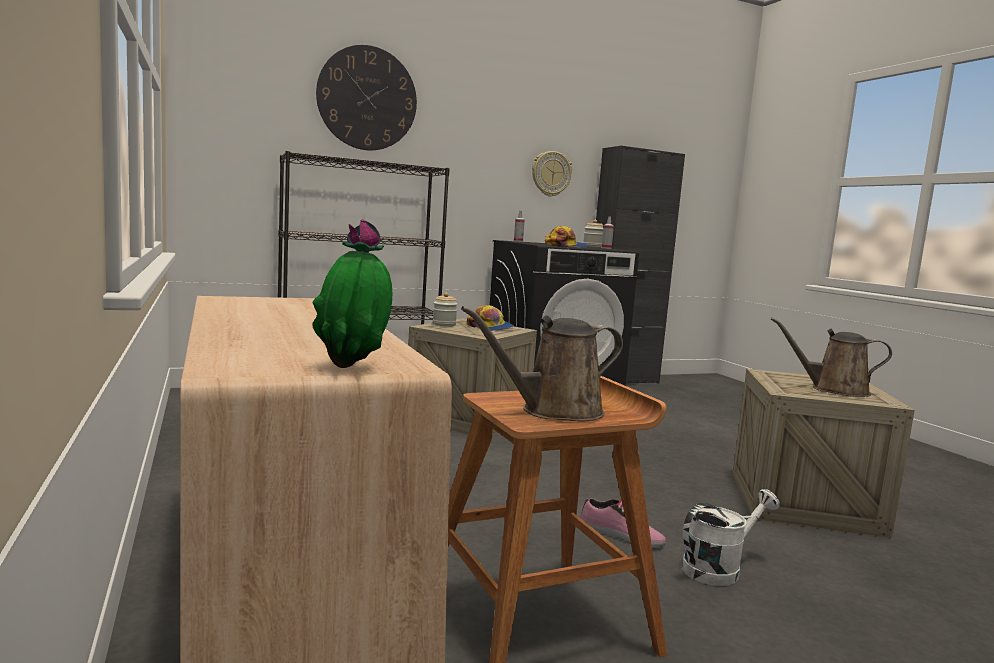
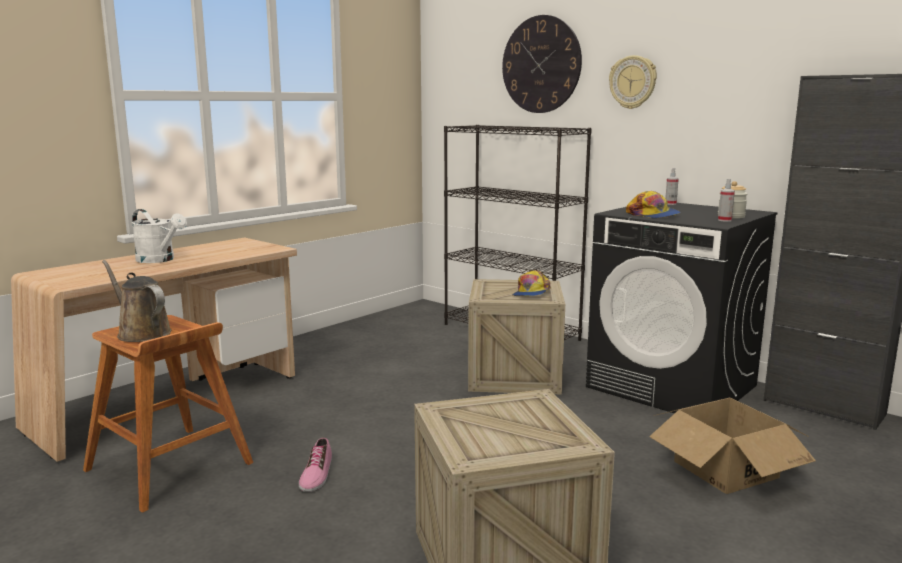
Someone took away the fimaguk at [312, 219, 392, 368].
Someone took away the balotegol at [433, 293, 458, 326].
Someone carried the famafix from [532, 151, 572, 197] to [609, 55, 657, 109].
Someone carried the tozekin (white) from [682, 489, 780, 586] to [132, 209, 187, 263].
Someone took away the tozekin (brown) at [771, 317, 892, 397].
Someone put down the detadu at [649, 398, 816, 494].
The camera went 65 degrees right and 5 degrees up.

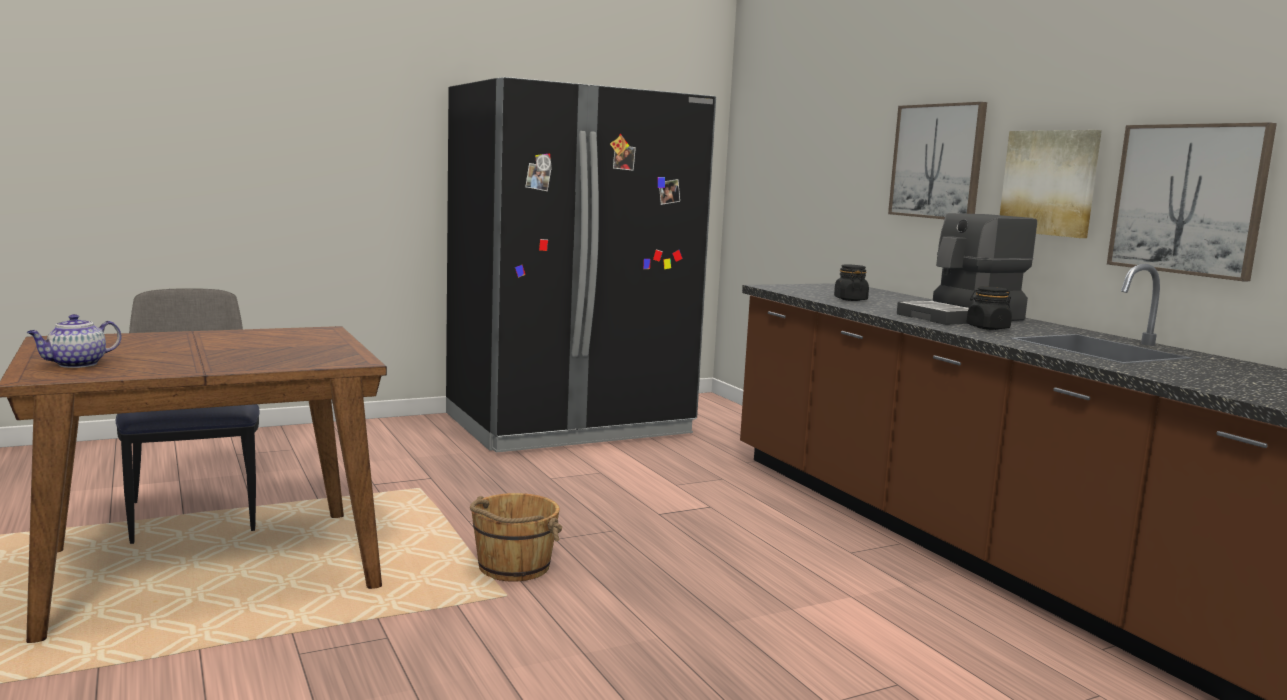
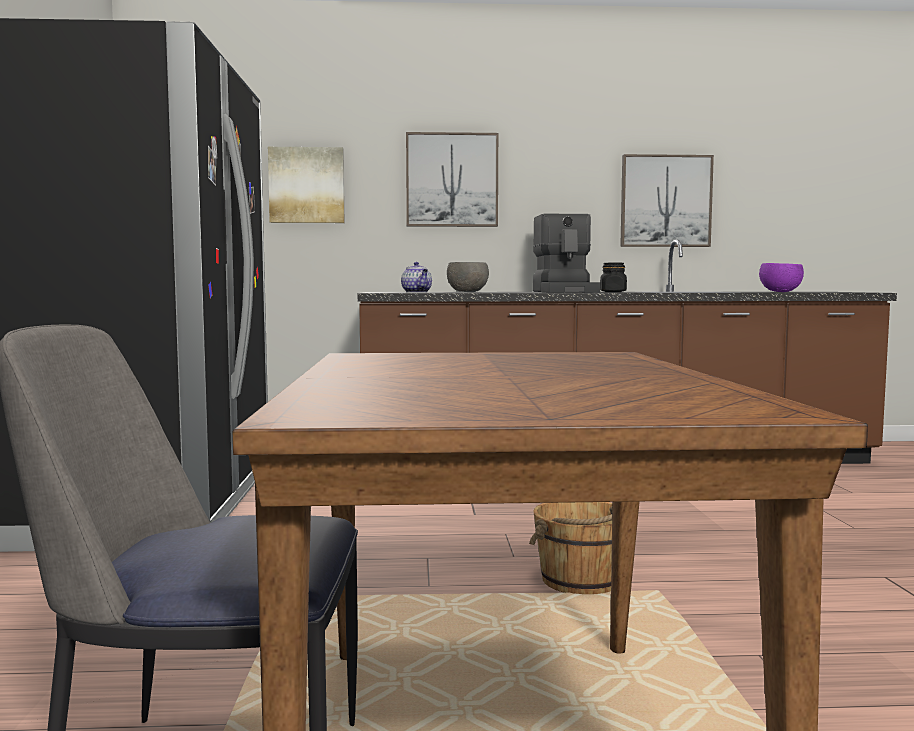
Someone carried the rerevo from [27, 314, 122, 368] to [401, 262, 432, 293].
Someone swapped the balotegol (black) at [834, 265, 869, 301] for the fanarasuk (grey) at [447, 262, 489, 292].
Someone carried the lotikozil from [1000, 130, 1102, 238] to [268, 147, 345, 223].
Someone put down the fanarasuk (purple) at [759, 263, 804, 292].
The camera went 65 degrees left and 5 degrees down.

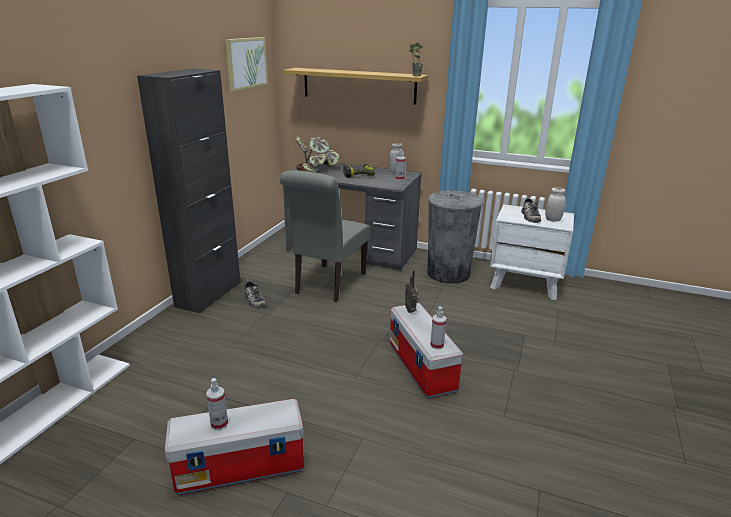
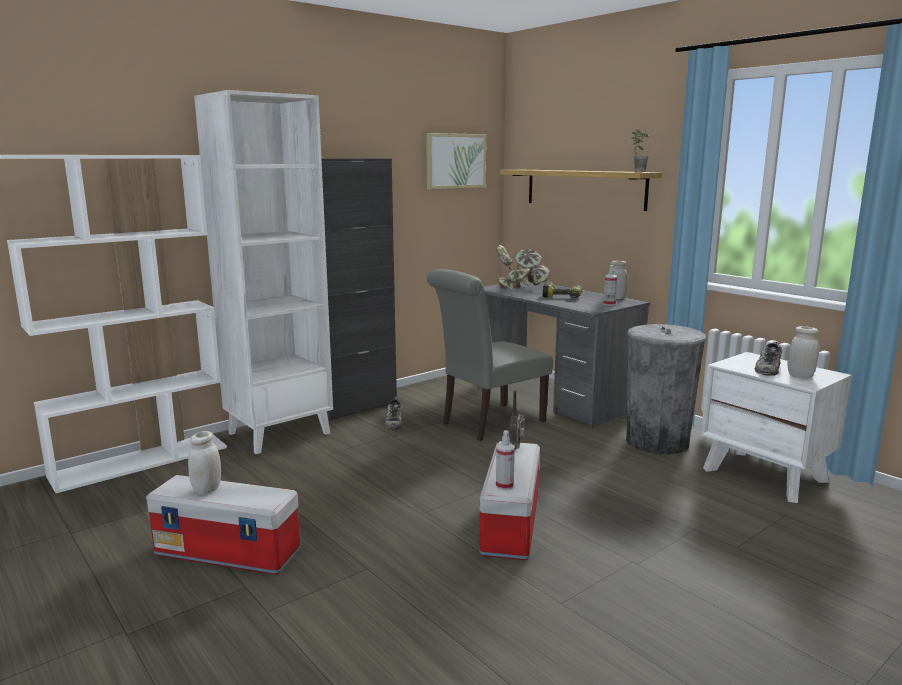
Someone swapped the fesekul at [206, 378, 228, 430] for the balotegol (white) at [188, 431, 221, 495].
Someone put down the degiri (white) at [194, 90, 333, 454].
The camera went 30 degrees right and 10 degrees down.

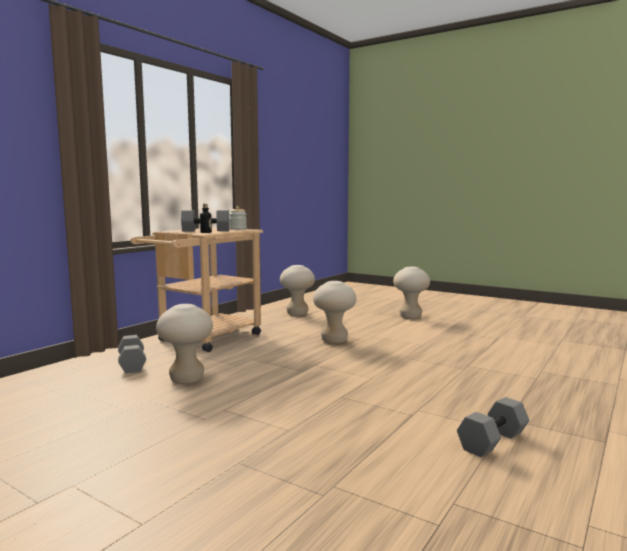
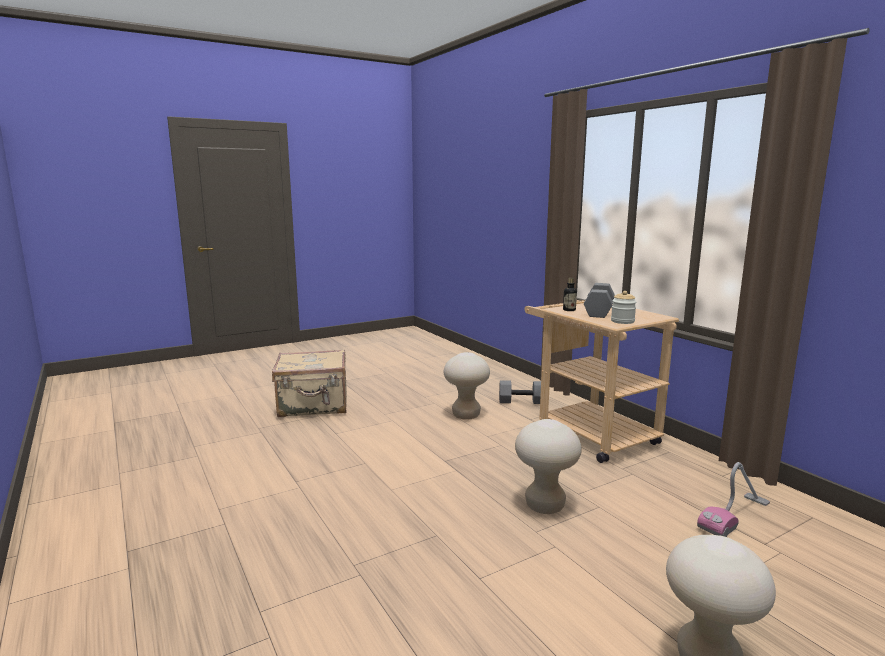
Someone swapped the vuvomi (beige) at [280, 265, 315, 316] for the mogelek at [697, 462, 770, 537].
Someone took away the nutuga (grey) at [457, 397, 529, 457].
Someone put down the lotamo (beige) at [272, 350, 347, 417].
The camera went 115 degrees right and 5 degrees up.

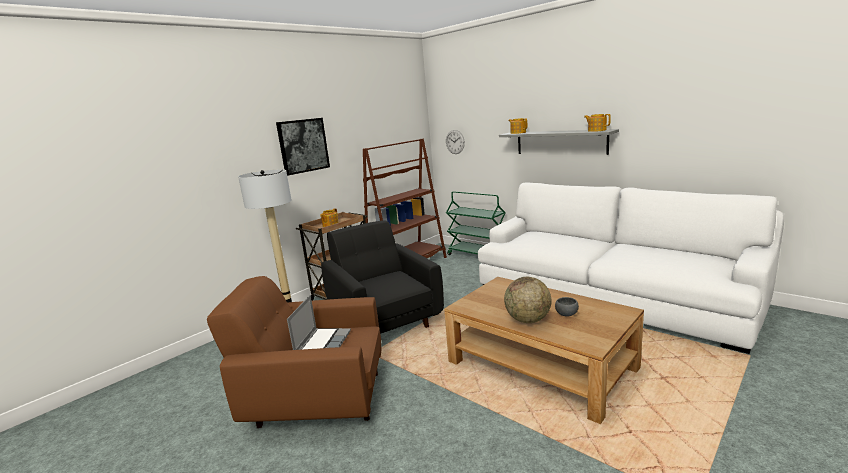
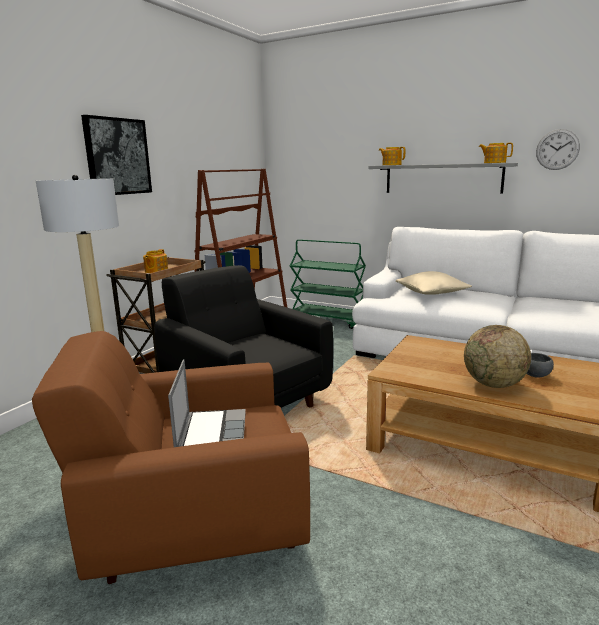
Someone carried the famafix from [446, 130, 465, 154] to [536, 129, 580, 170].
Someone put down the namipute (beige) at [396, 271, 472, 295].
The camera went 15 degrees left and 0 degrees up.

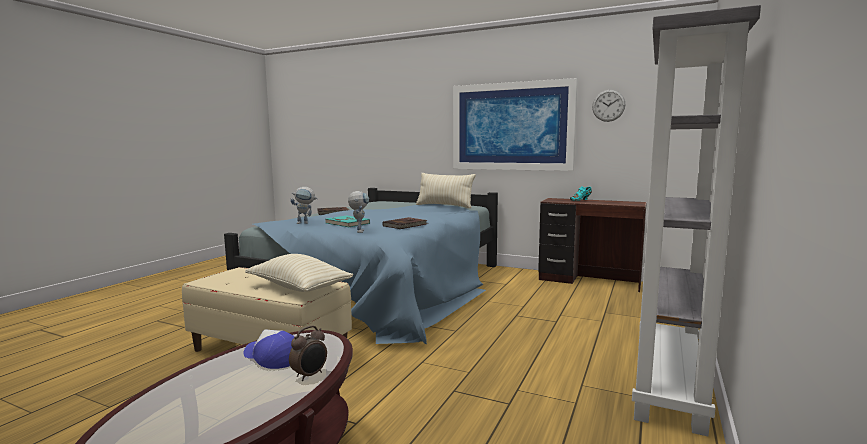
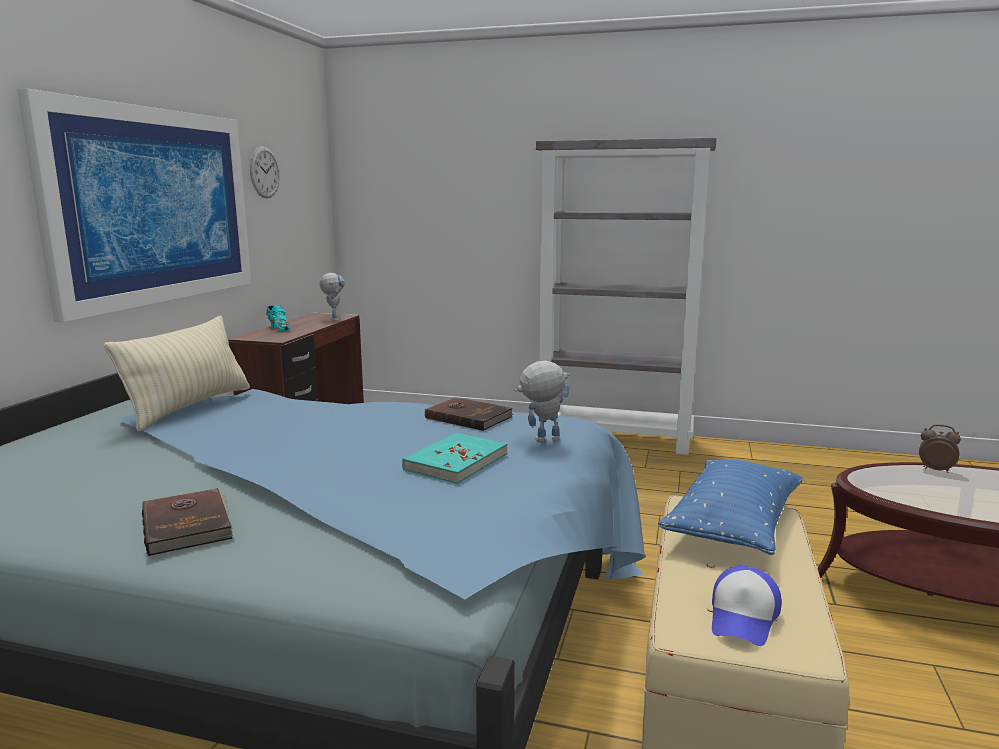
Someone carried the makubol from [243, 329, 295, 369] to [712, 566, 782, 646].
Someone repainted the namipute (beige) at [245, 254, 353, 292], which became the namipute (blue) at [658, 459, 803, 555].
Someone carried the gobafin from [290, 187, 318, 224] to [320, 273, 345, 321].
The camera went 100 degrees left and 5 degrees up.

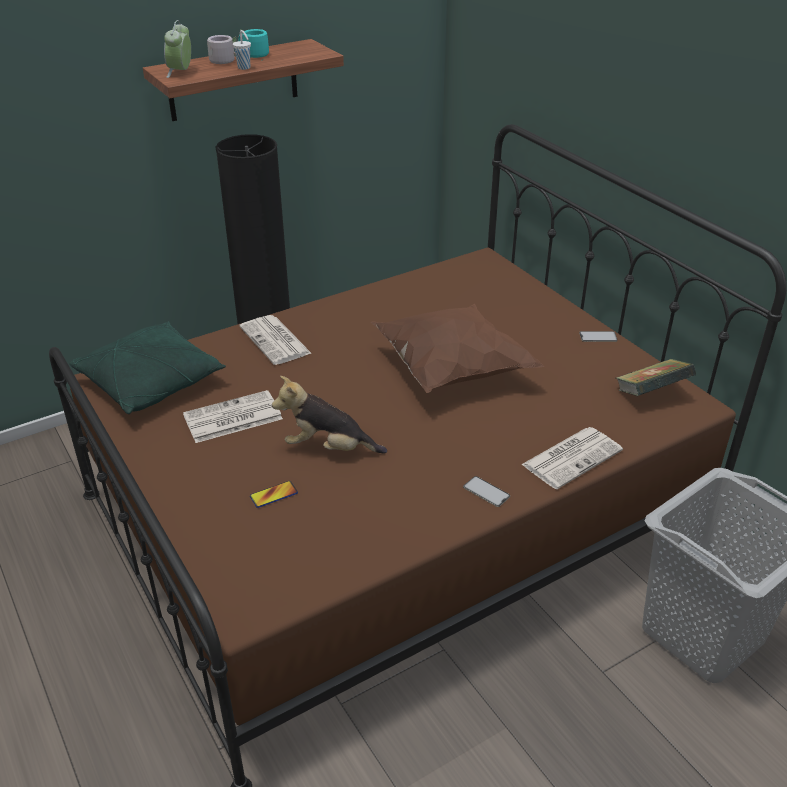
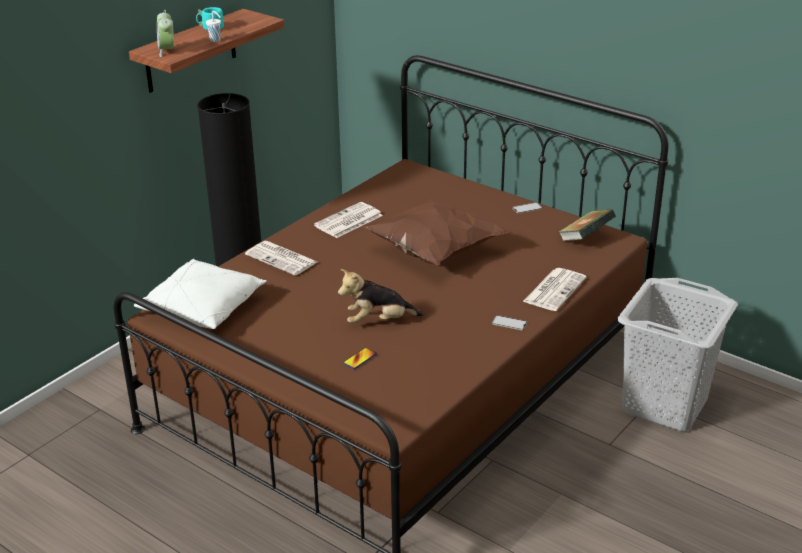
Someone repainted the namipute (green) at [70, 321, 226, 414], which became the namipute (white) at [134, 259, 267, 329].
Someone carried the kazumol from [183, 390, 283, 443] to [314, 202, 383, 238].
Someone took away the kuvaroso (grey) at [207, 35, 237, 64].
The camera went 20 degrees left and 5 degrees down.

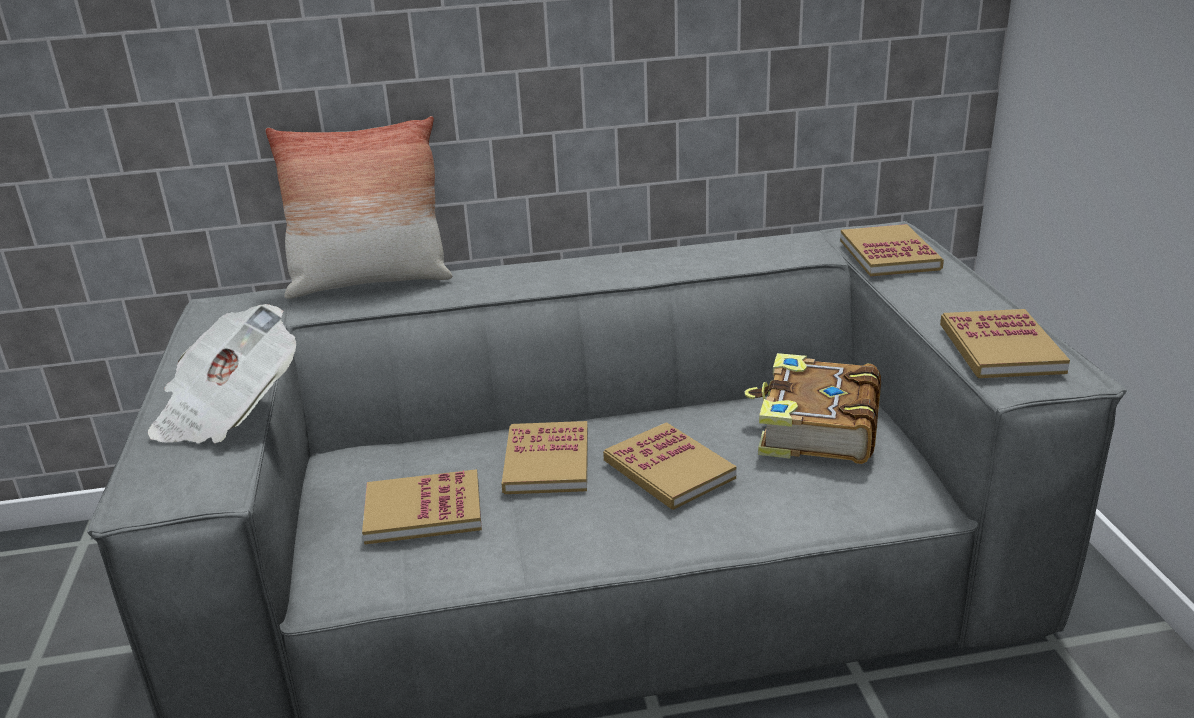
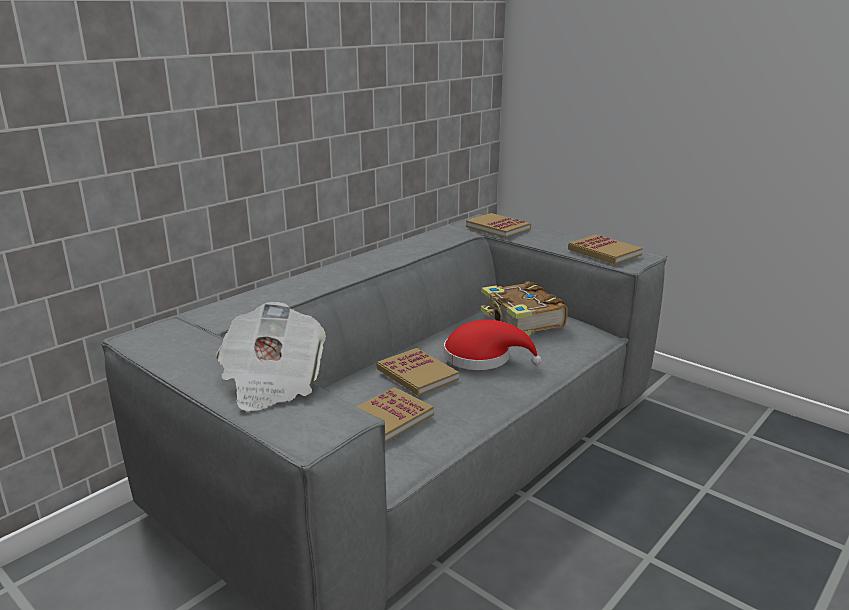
Someone took away the namipute at [265, 116, 453, 299].
Someone swapped the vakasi at [603, 422, 737, 510] for the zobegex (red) at [444, 320, 542, 370].
The camera went 40 degrees left and 5 degrees down.

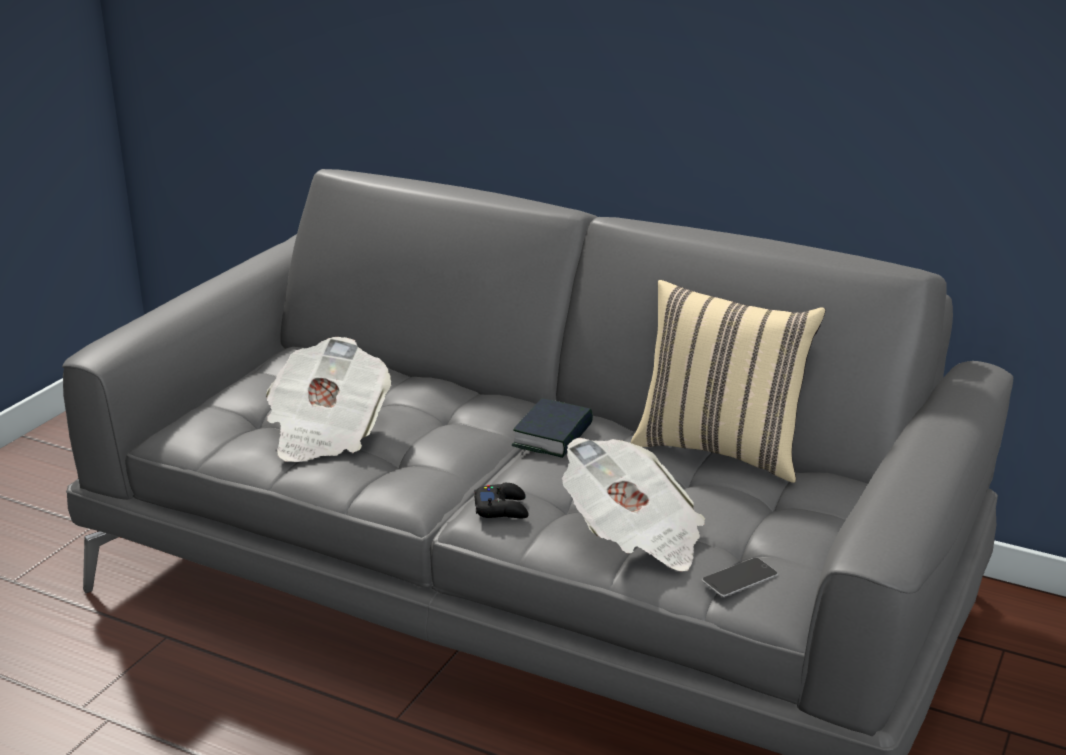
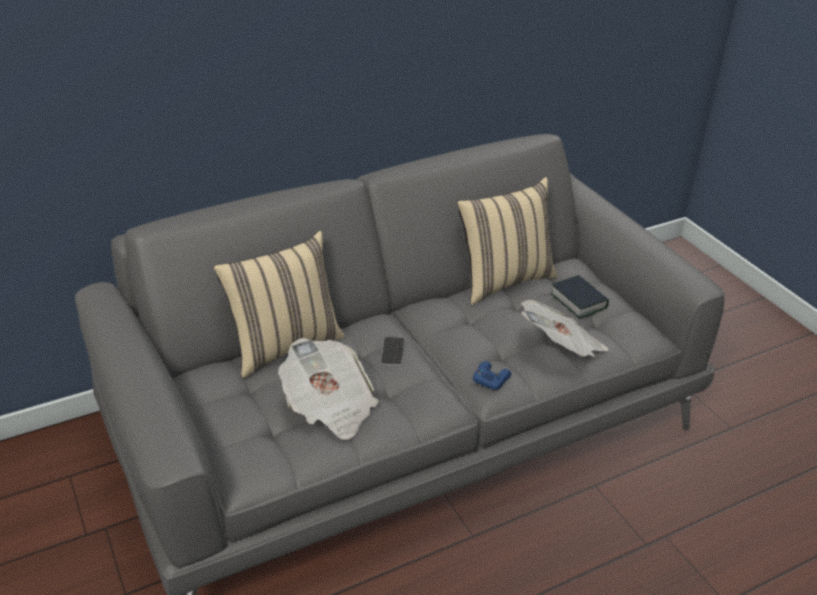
Someone repainted the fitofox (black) at [474, 483, 529, 518], which became the fitofox (blue) at [473, 361, 511, 390].
Someone carried the vakasi from [512, 398, 593, 458] to [551, 275, 609, 319].
Someone carried the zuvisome from [702, 558, 778, 597] to [381, 337, 404, 366].
Someone put down the namipute (beige) at [213, 231, 345, 378].
The camera went 55 degrees left and 10 degrees up.

